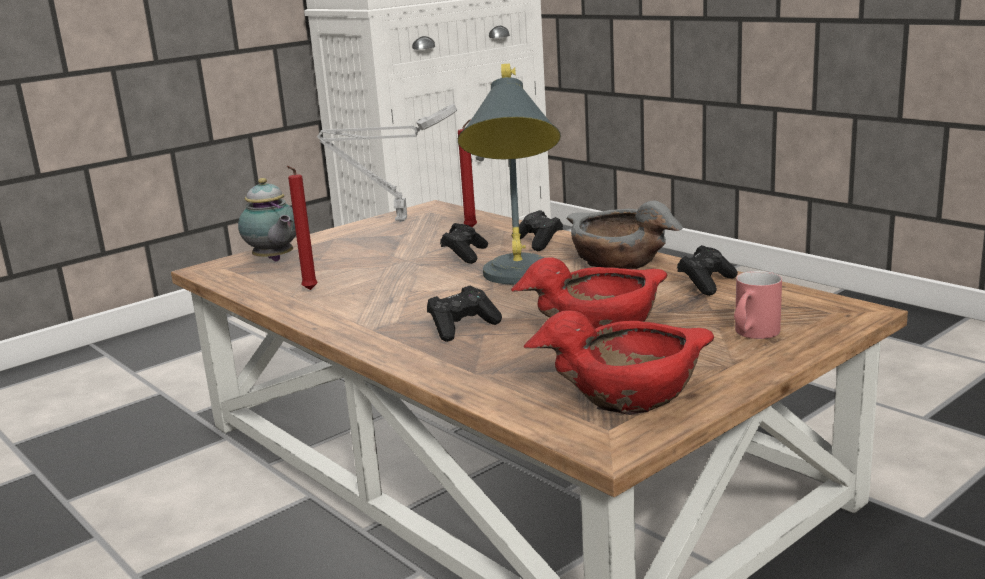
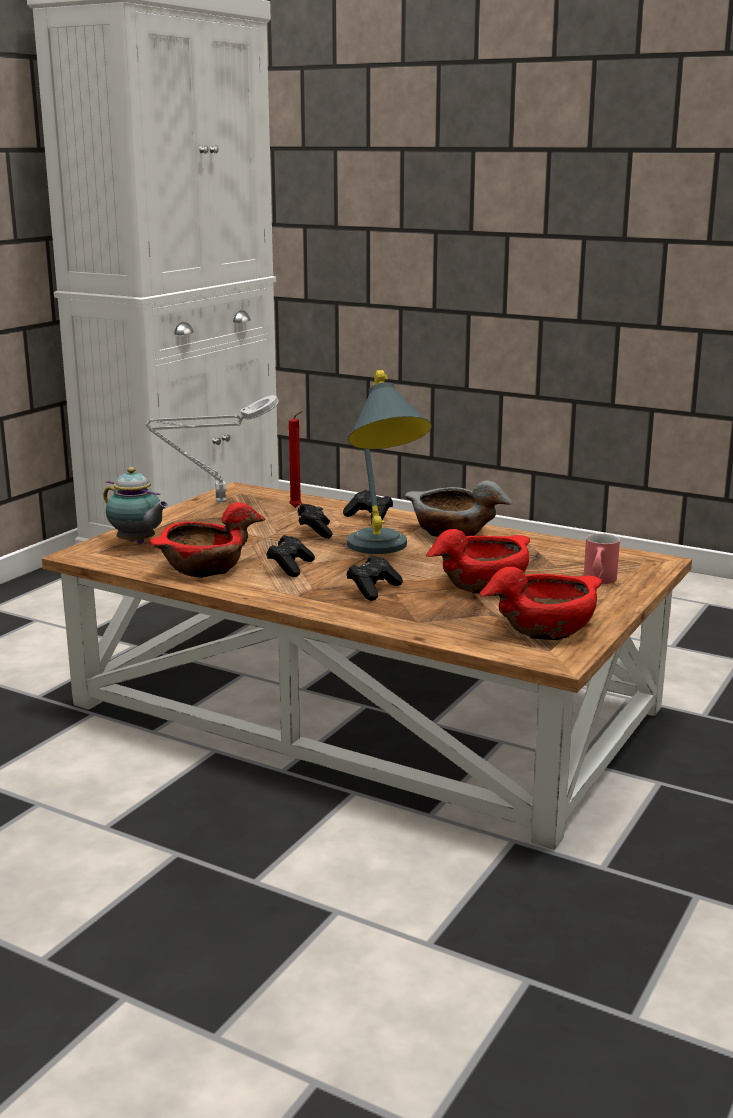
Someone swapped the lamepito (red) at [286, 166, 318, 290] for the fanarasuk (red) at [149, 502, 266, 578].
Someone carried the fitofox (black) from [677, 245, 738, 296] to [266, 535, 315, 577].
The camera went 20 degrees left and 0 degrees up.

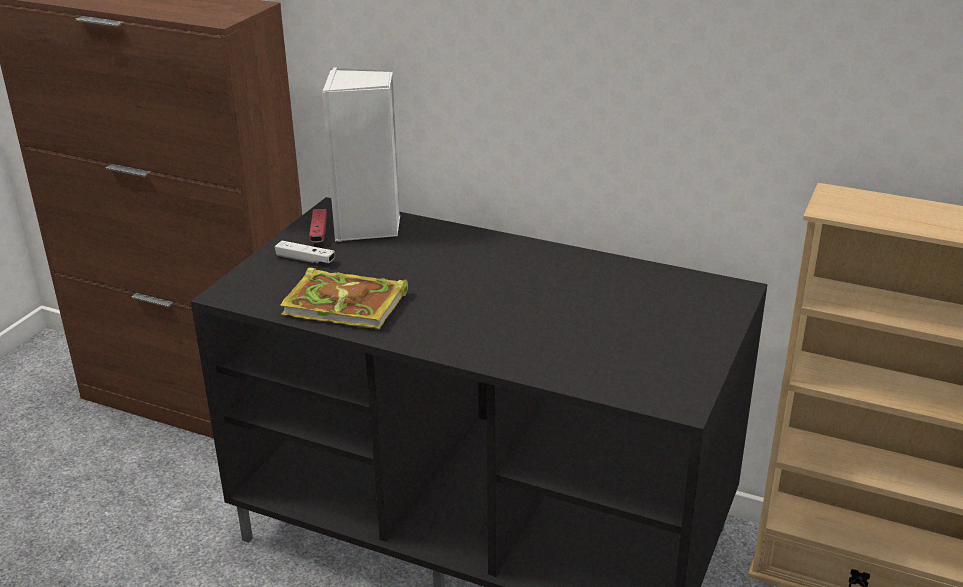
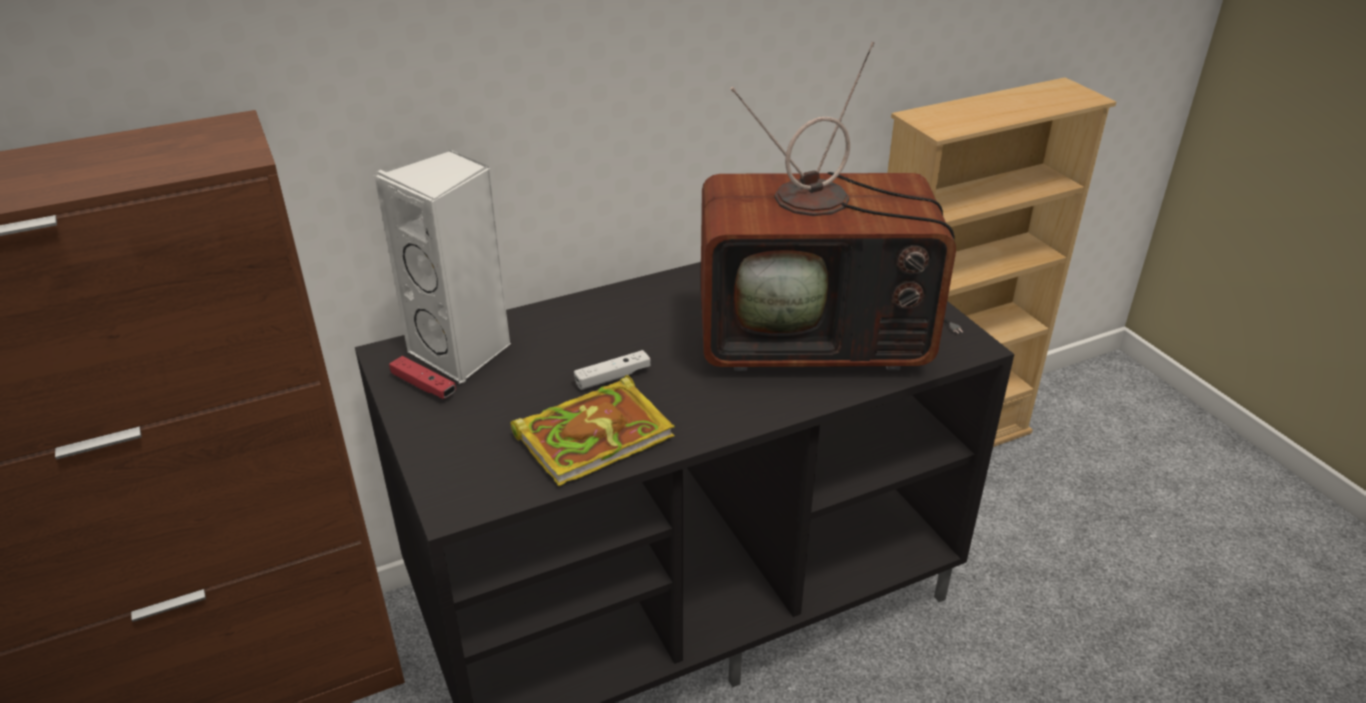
Someone carried the fitofox (white) from [275, 241, 335, 263] to [574, 350, 651, 390].
Someone put down the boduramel at [701, 42, 963, 371].
The camera went 50 degrees left and 5 degrees up.

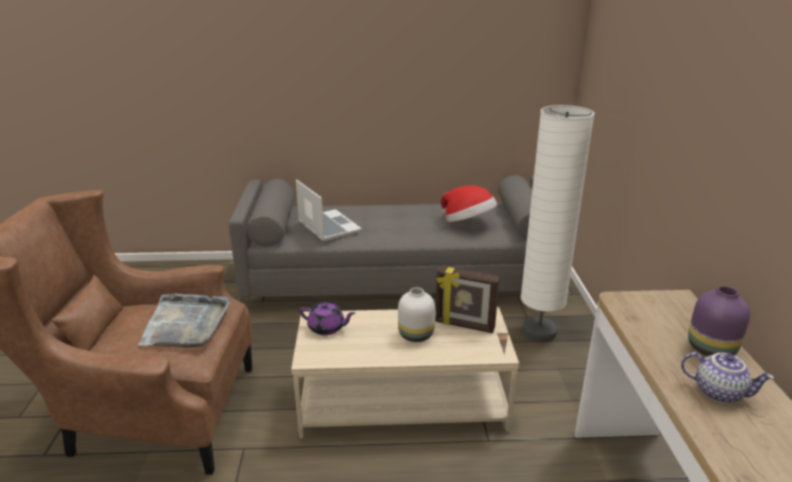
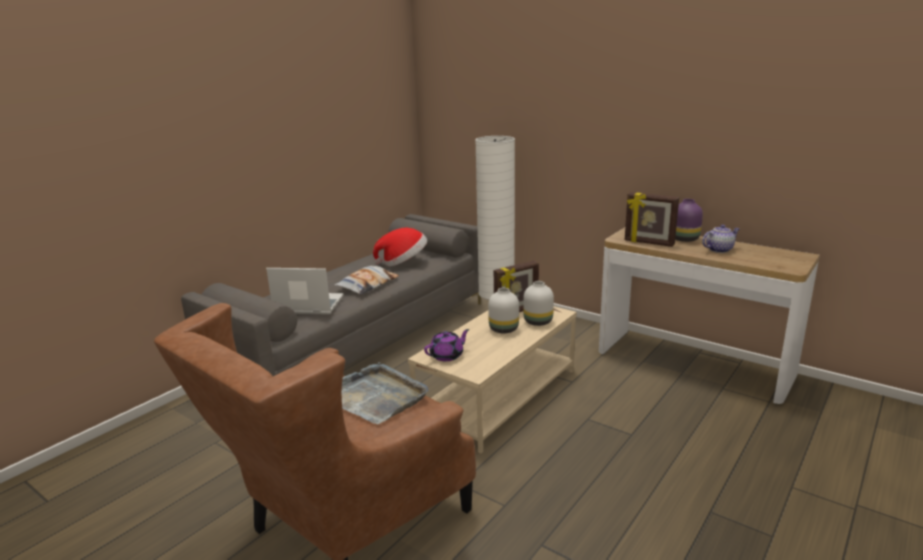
Someone put down the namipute at [334, 266, 399, 295].
Someone put down the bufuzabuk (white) at [523, 281, 554, 326].
Someone put down the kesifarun at [625, 192, 679, 247].
The camera went 50 degrees left and 5 degrees down.

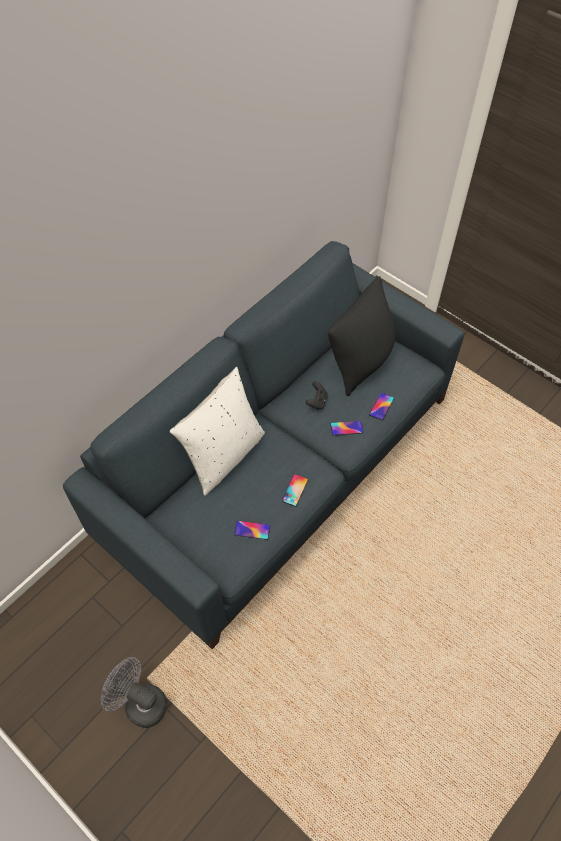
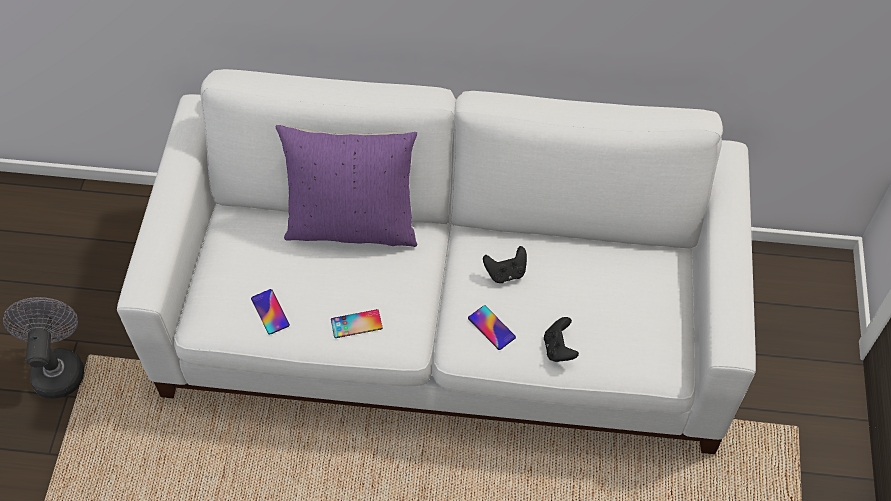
Someone repainted the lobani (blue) at [63, 241, 464, 649], which became the lobani (white) at [117, 69, 756, 454].
Someone repainted the namipute (white) at [170, 367, 265, 496], which became the namipute (purple) at [276, 124, 417, 247].
Someone took away the namipute (black) at [328, 276, 395, 396].
Someone swapped the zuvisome at [369, 393, 394, 420] for the fitofox (black) at [544, 317, 579, 362].
The camera went 55 degrees right and 0 degrees up.

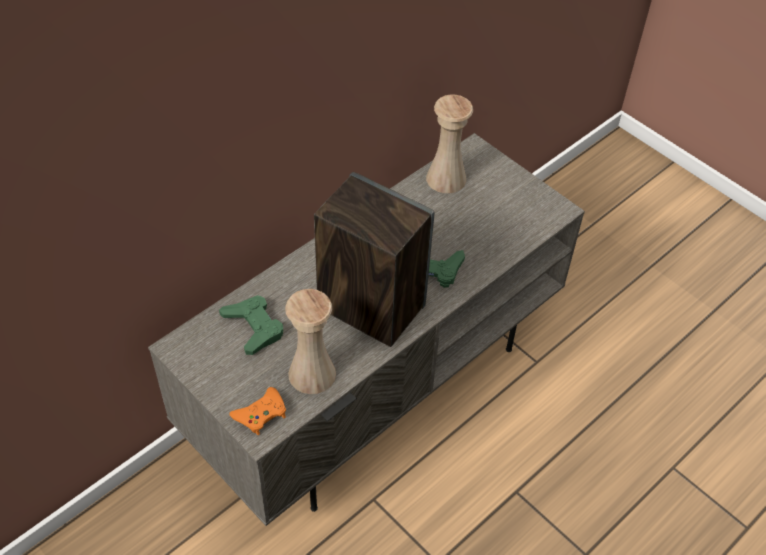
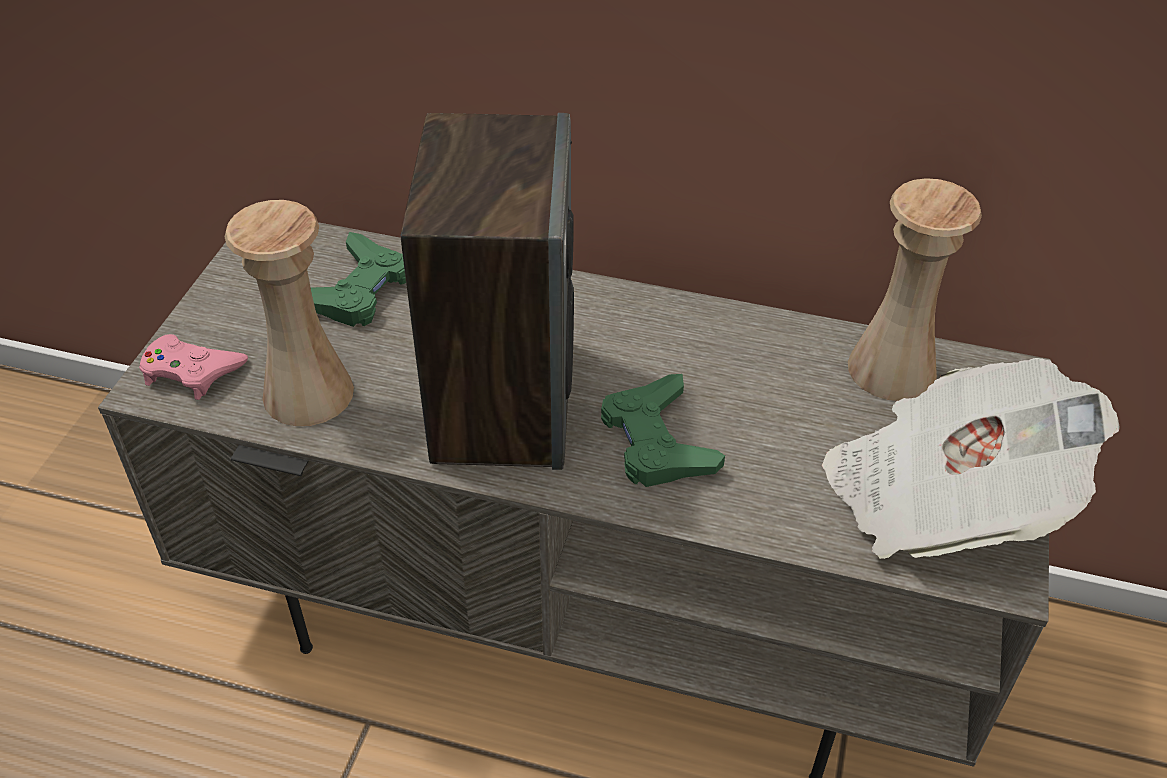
Someone repainted the fitofox (orange) at [229, 387, 286, 435], which became the fitofox (pink) at [139, 334, 248, 400].
Someone put down the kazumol at [822, 358, 1120, 559].
The camera went 60 degrees right and 5 degrees down.

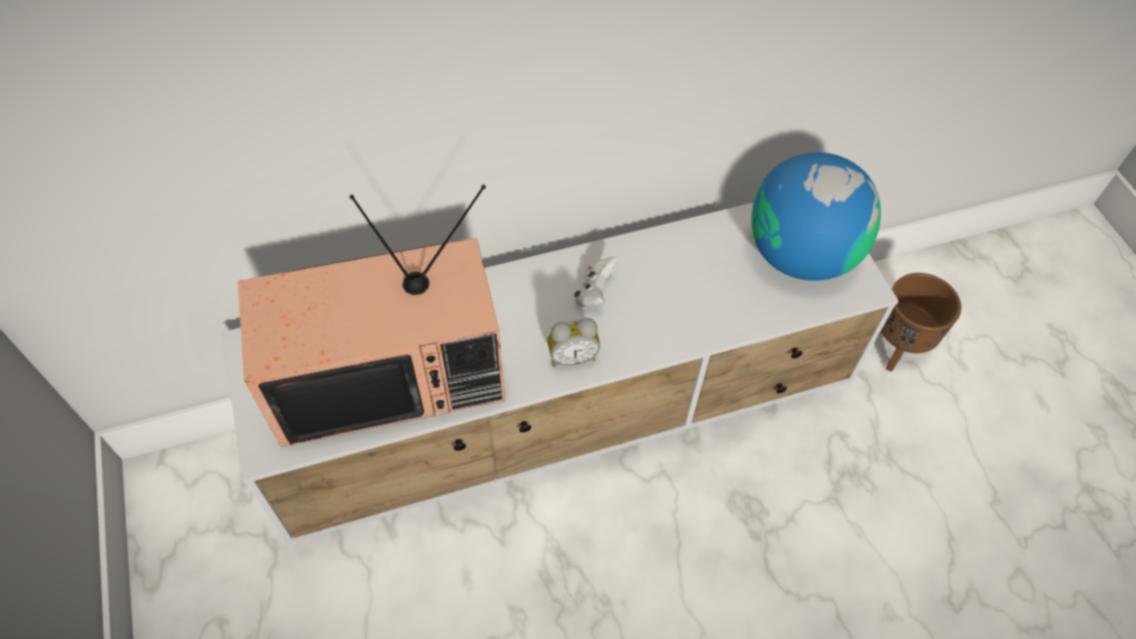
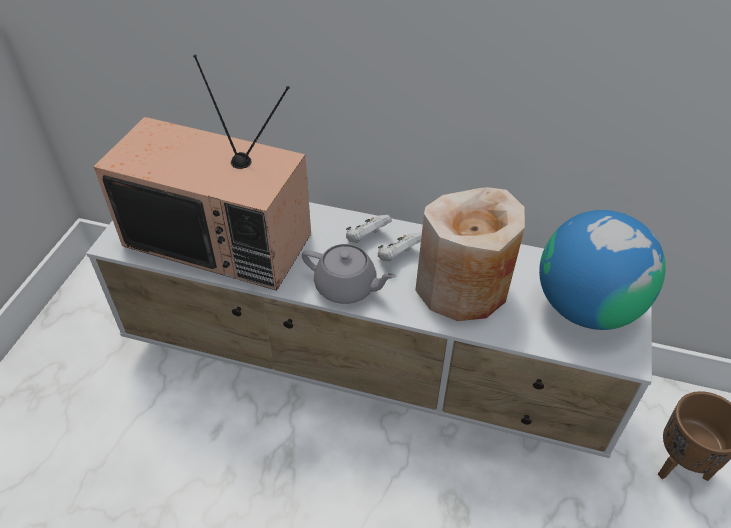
Someone swapped the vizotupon at [547, 318, 600, 367] for the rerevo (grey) at [302, 244, 397, 304].
Someone put down the fitofox (white) at [346, 215, 392, 243].
Someone put down the bufuzabuk (beige) at [415, 187, 525, 321].
The camera went 35 degrees right and 10 degrees down.

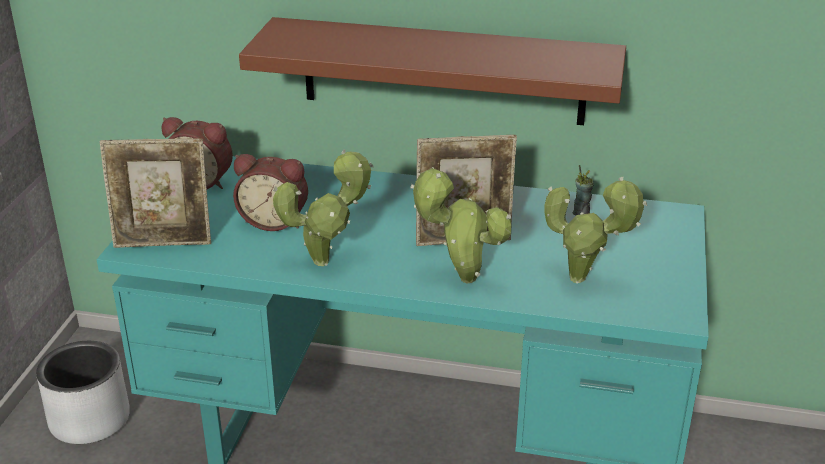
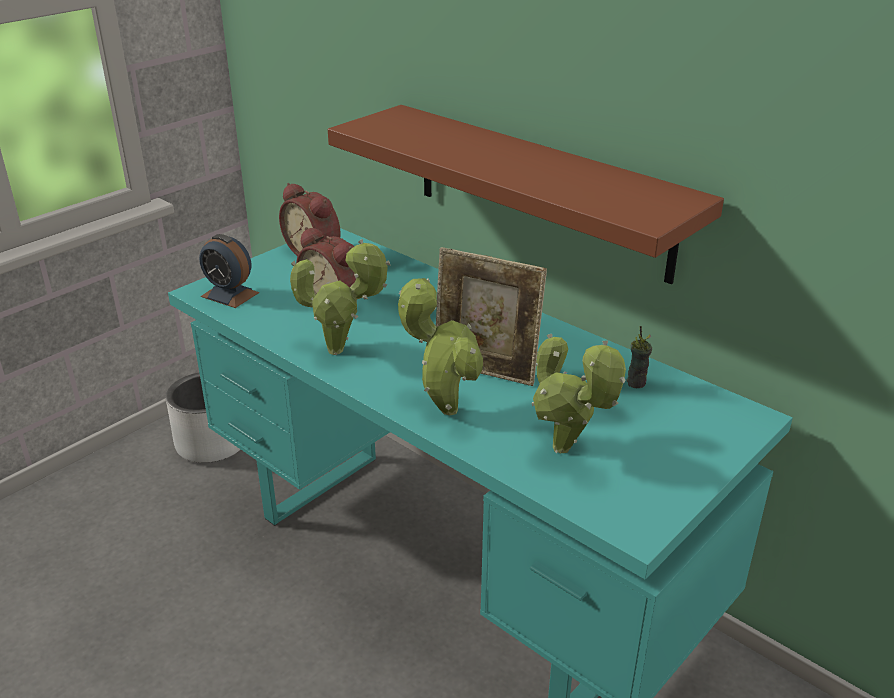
Someone swapped the kesifarun at [100, 138, 211, 248] for the vizotupon at [199, 234, 259, 308].
The camera went 30 degrees right and 0 degrees up.

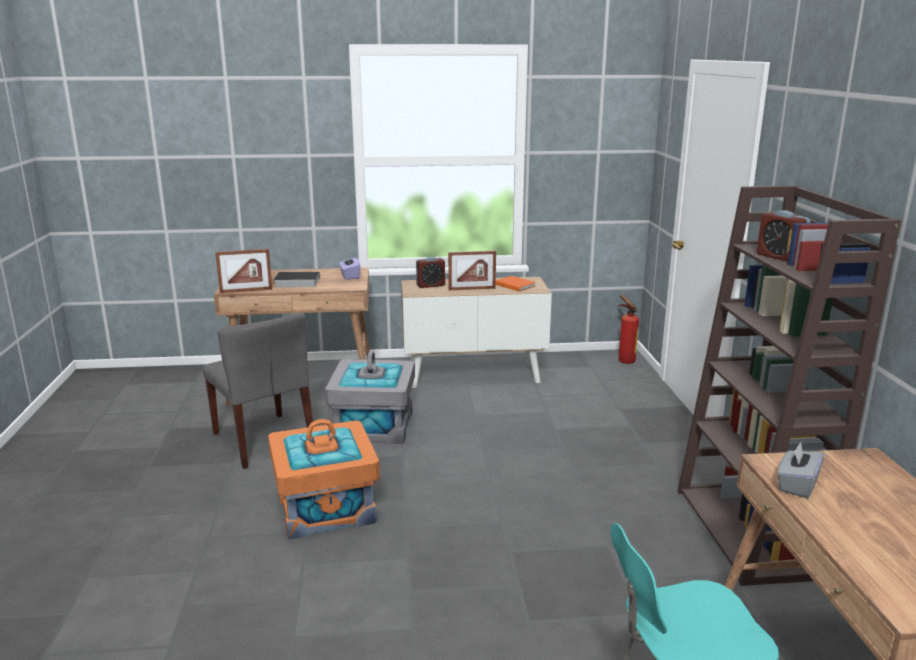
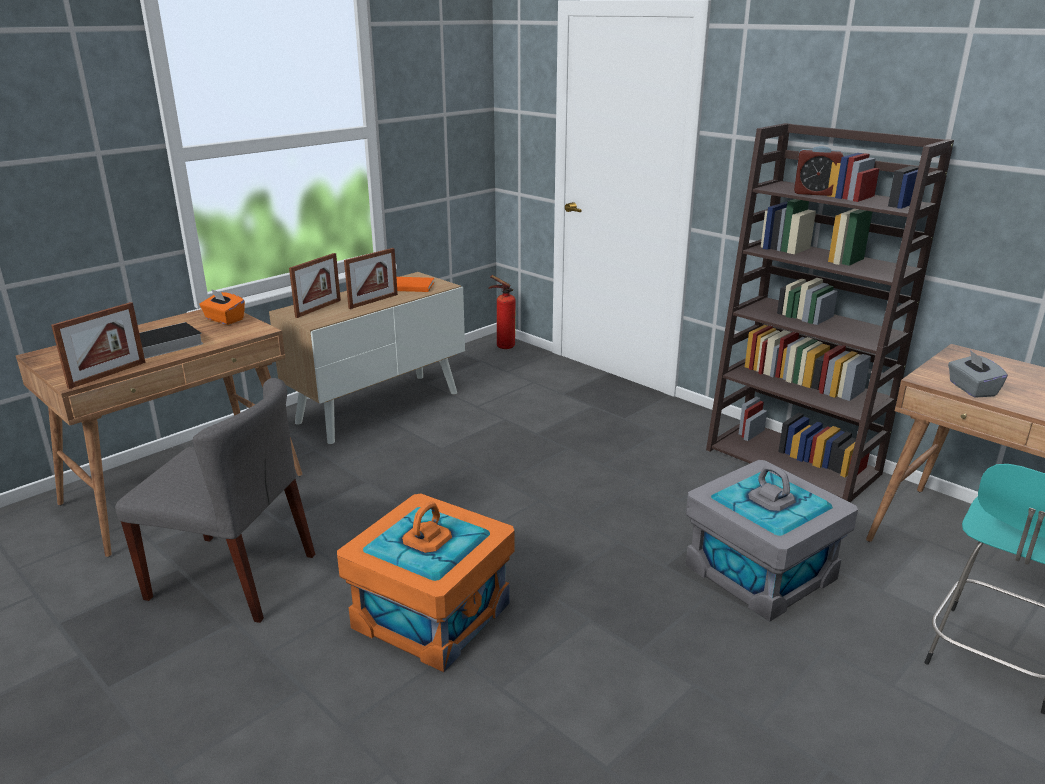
Someone carried the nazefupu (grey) from [325, 350, 415, 444] to [686, 460, 858, 622].
Someone repainted the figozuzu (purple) at [339, 258, 361, 280], which became the figozuzu (orange) at [199, 289, 245, 325].
Someone swapped the vizotupon at [416, 257, 445, 288] for the kesifarun at [289, 253, 341, 318].
The camera went 40 degrees left and 5 degrees up.

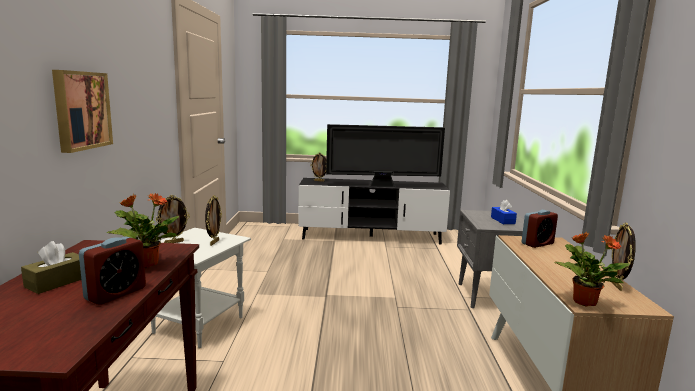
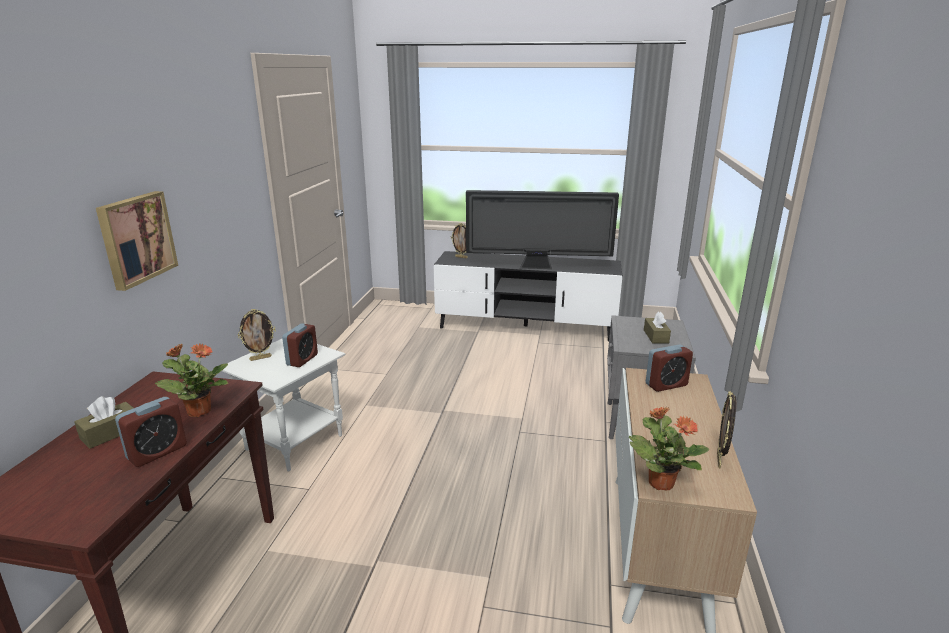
Someone swapped the kesifarun at [205, 195, 222, 246] for the vizotupon at [282, 323, 318, 367].
Someone repainted the figozuzu (blue) at [491, 200, 517, 224], which became the figozuzu (brown) at [644, 312, 671, 344].
The camera went 10 degrees right and 10 degrees up.

